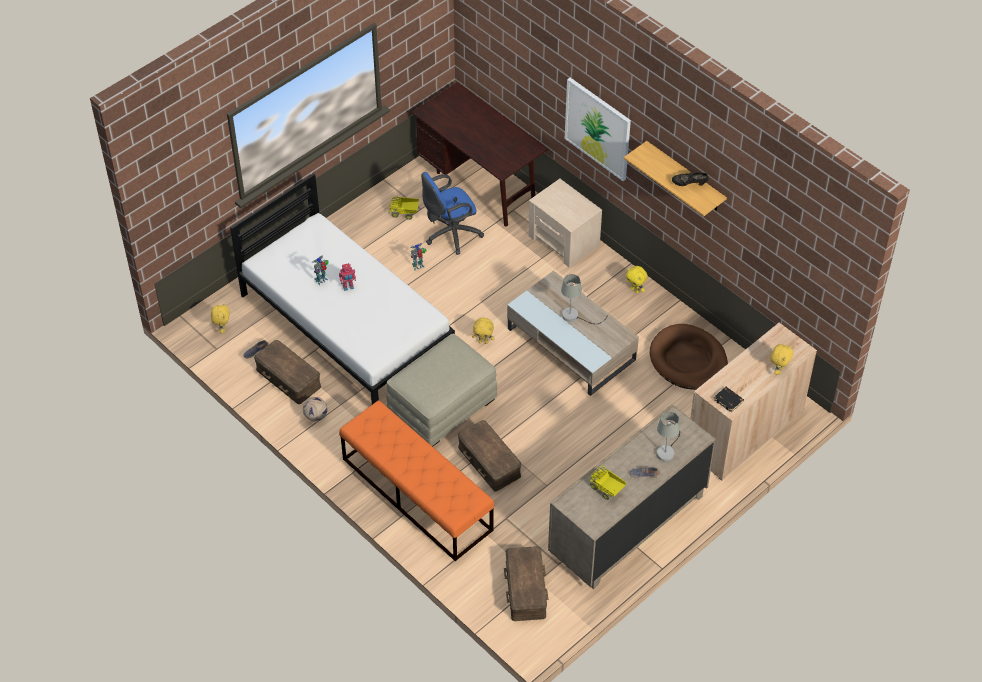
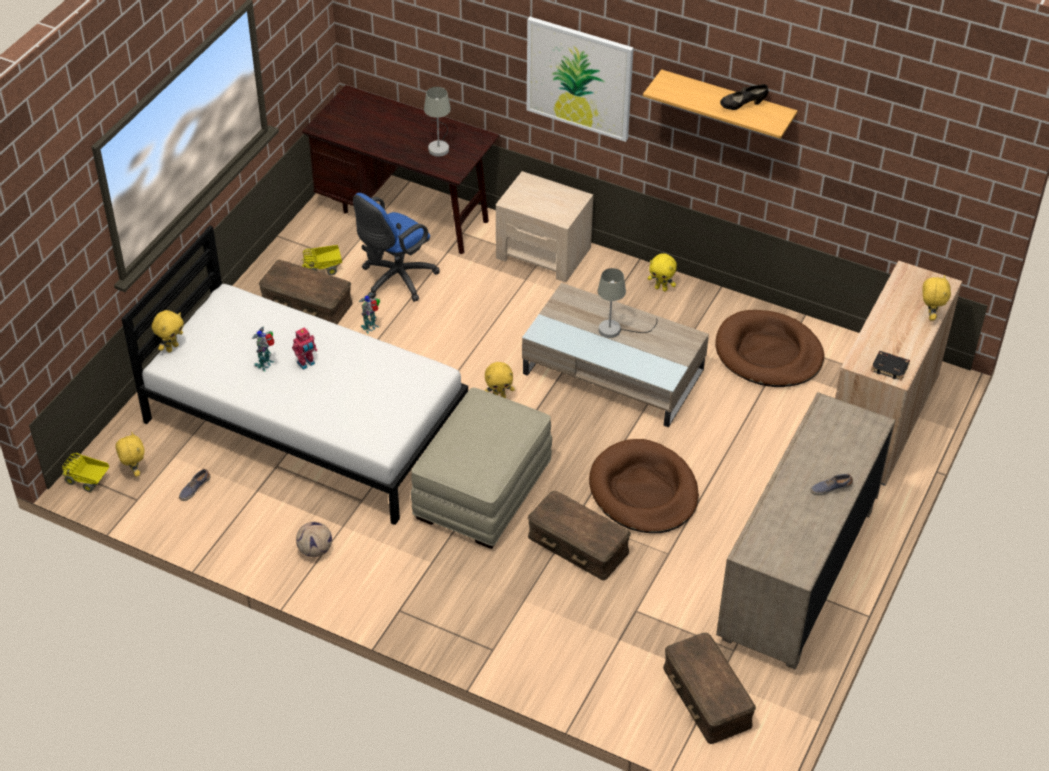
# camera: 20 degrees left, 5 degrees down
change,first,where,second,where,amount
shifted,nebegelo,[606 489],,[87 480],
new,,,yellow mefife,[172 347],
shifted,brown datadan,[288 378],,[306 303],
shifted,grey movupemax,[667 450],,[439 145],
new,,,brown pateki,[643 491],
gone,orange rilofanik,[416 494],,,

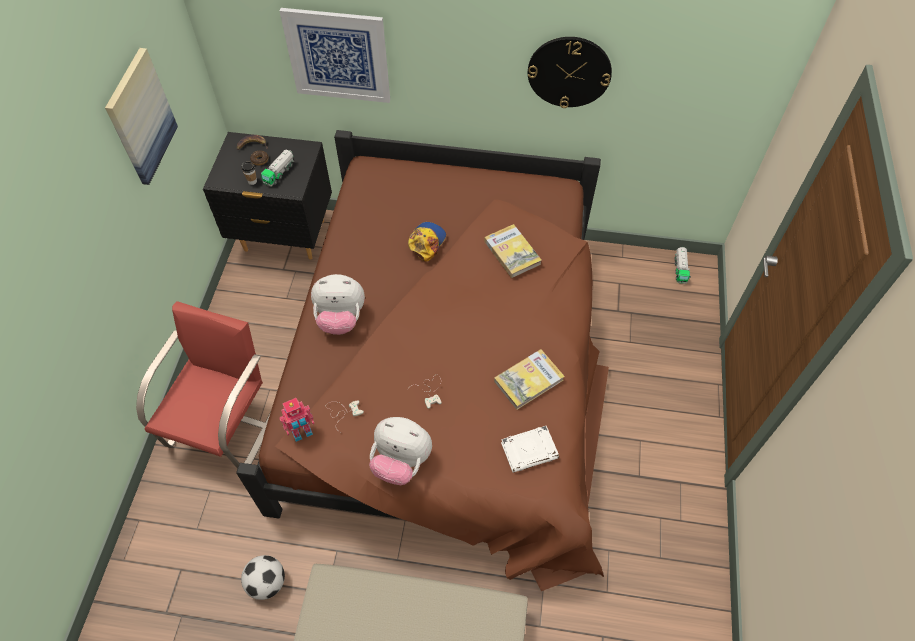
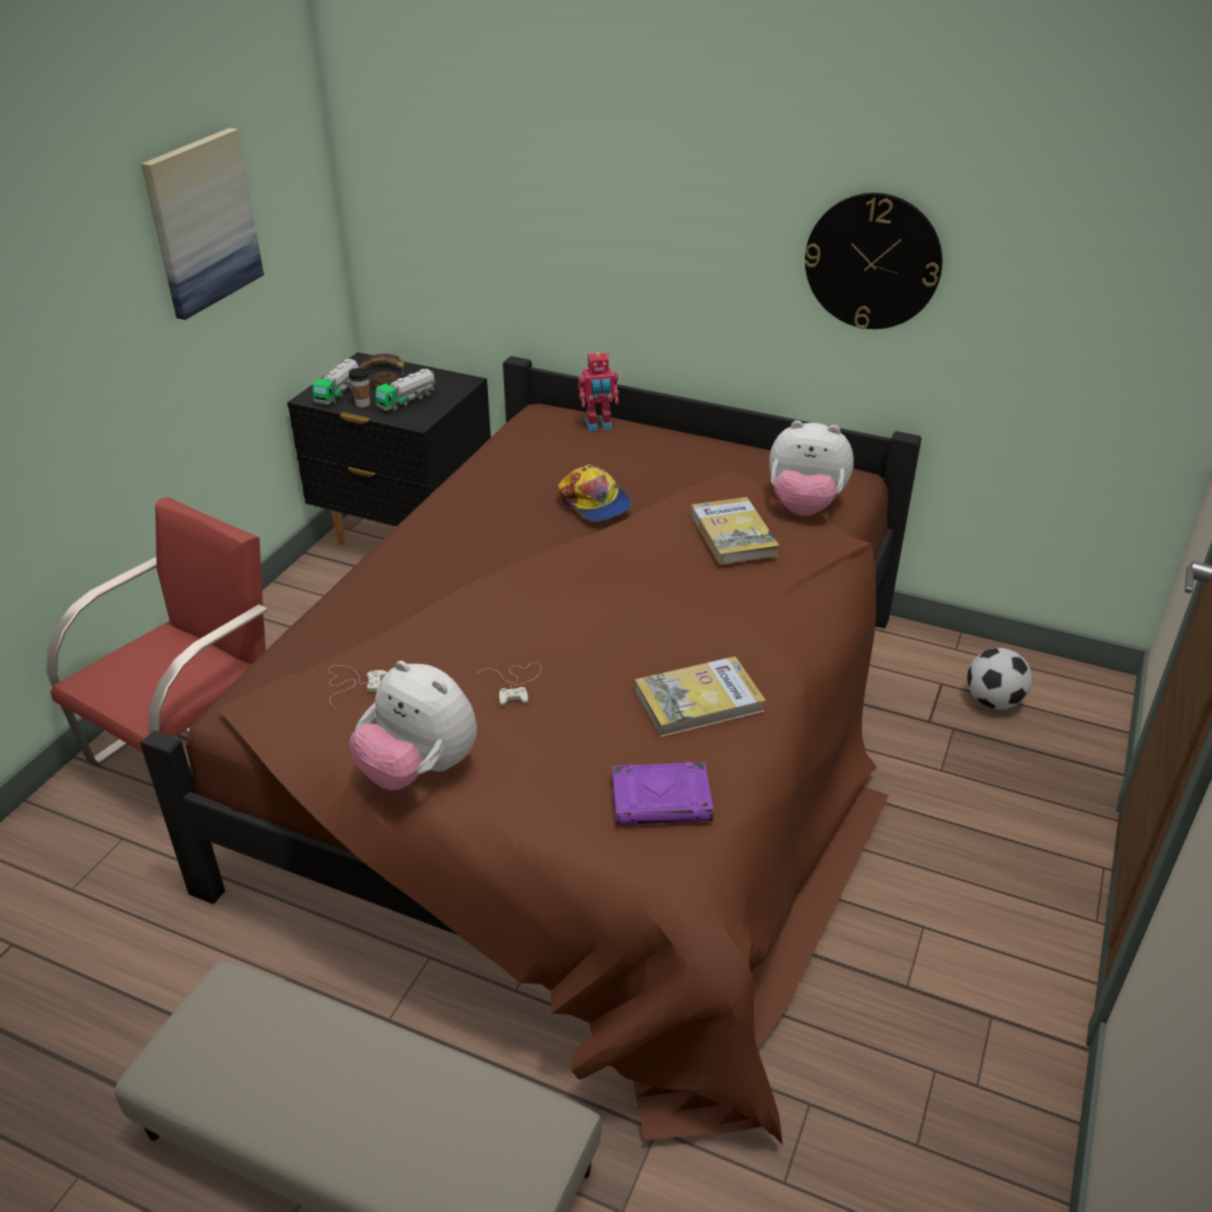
# camera: 15 degrees right, 20 degrees down
change,first,where,second,where,amount
shifted,nebegelo,[680 269],,[338 393],
rotated,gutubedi,[426 242],,[595 502],105 degrees clockwise
shifted,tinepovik,[302 432],,[598 426],
repainted,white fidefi,[529 450],purple fidefi,[662 800],
shifted,mefife,[340 318],,[804 507],
shifted,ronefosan,[267 582],,[993 701],
gone,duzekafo,[338 55],,,

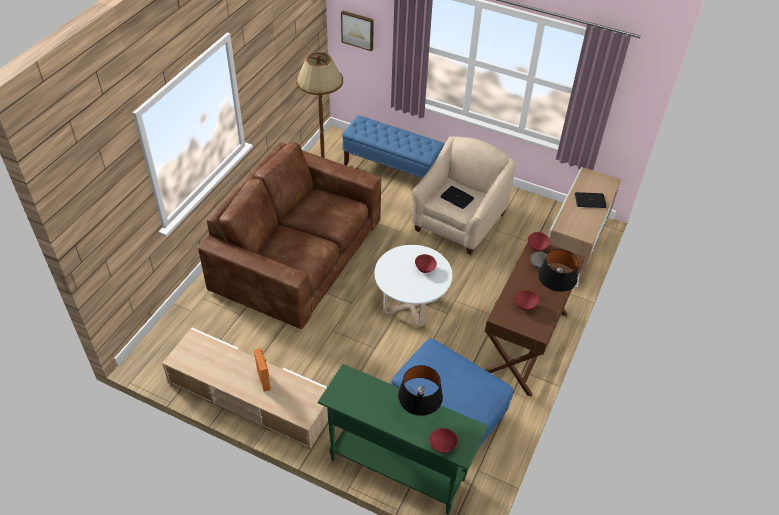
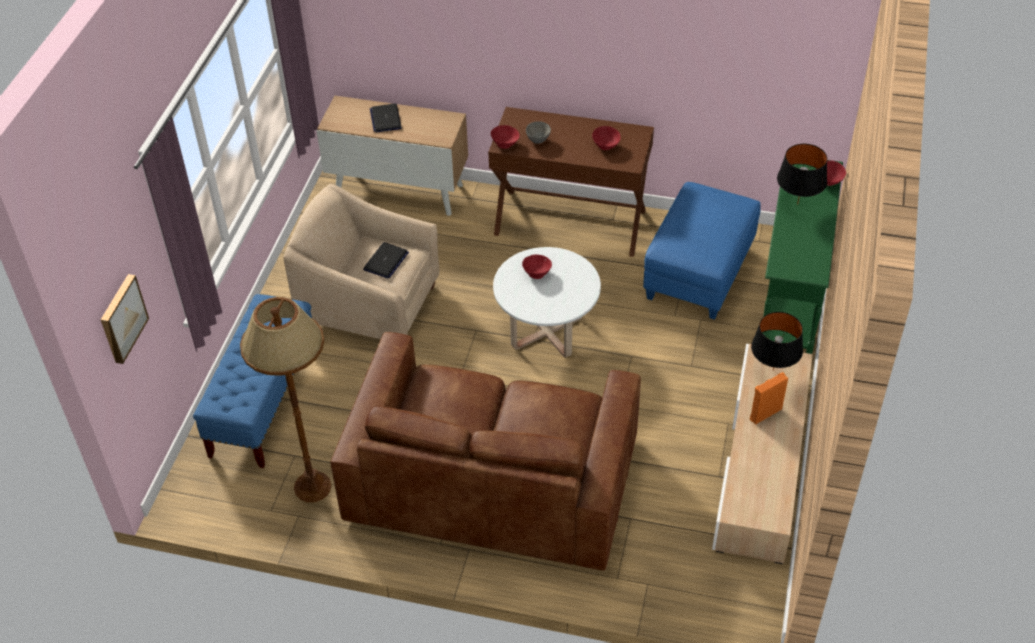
# camera: 100 degrees left, 0 degrees up
change,first,where,second,where,amount
shifted,black movupemax,[553 293],,[773 370],

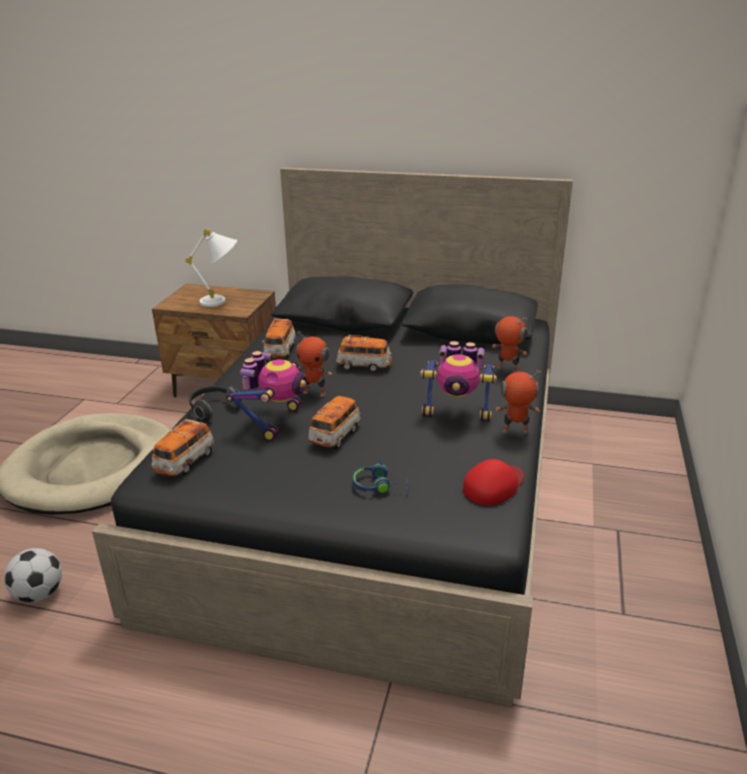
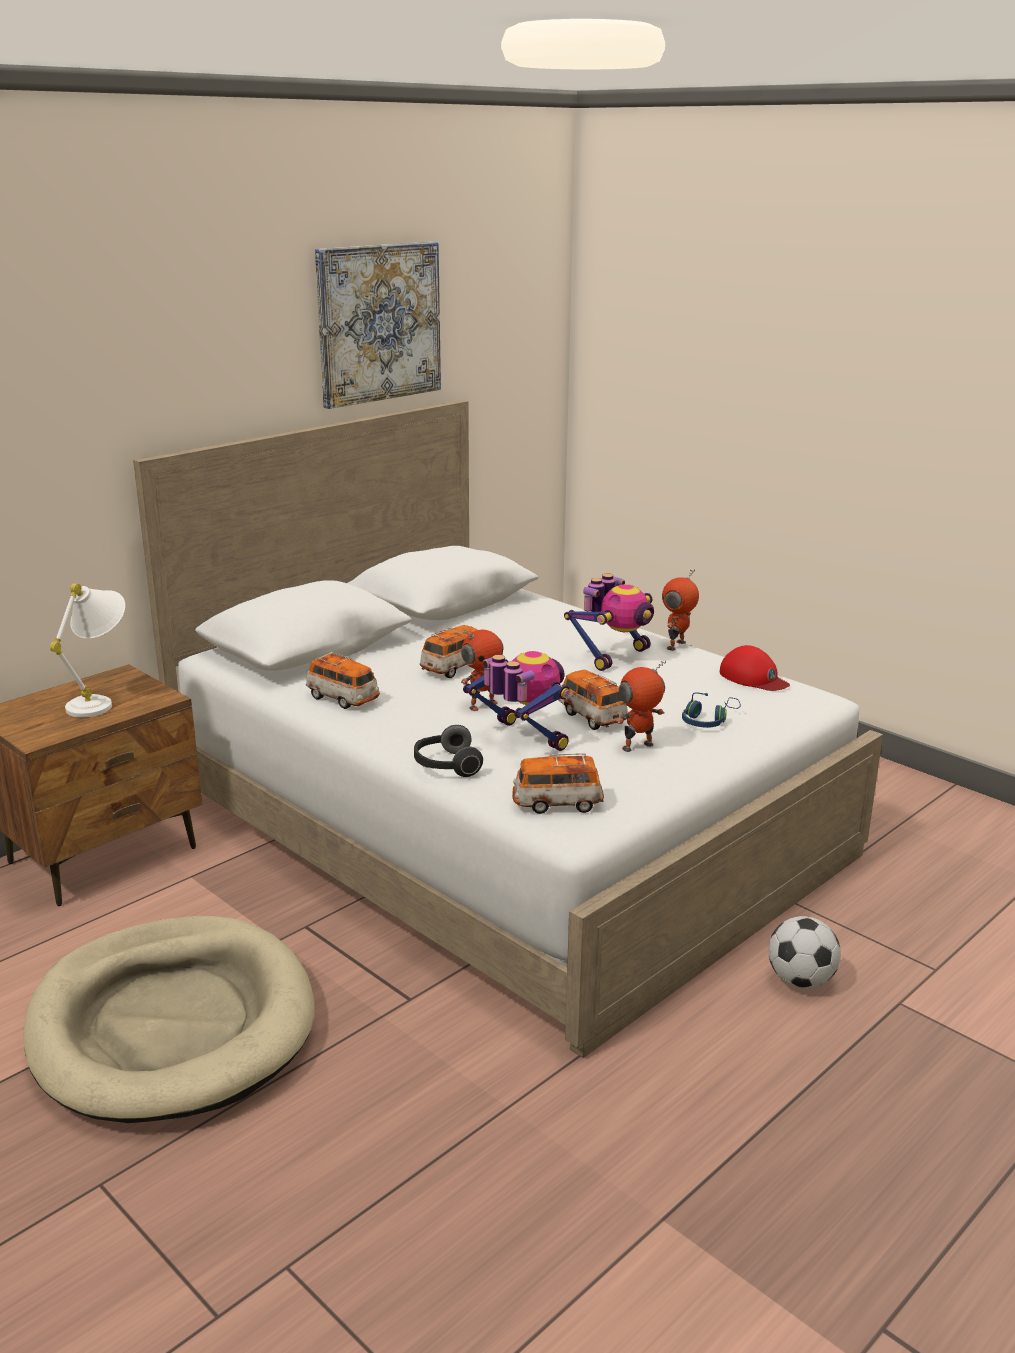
# camera: 60 degrees left, 5 degrees down
change,first,where,second,where,amount
repainted,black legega,[376 493],white legega,[506 822],
new,,,duzekafo,[378 323],
rotated,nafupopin,[185 462],,[557 804],120 degrees clockwise
shifted,tinepovik,[507 370],,[638 747],
rotated,red gutubedi,[494 485],,[753 678],150 degrees clockwise
shifted,ronefosan,[39 594],,[800 980],

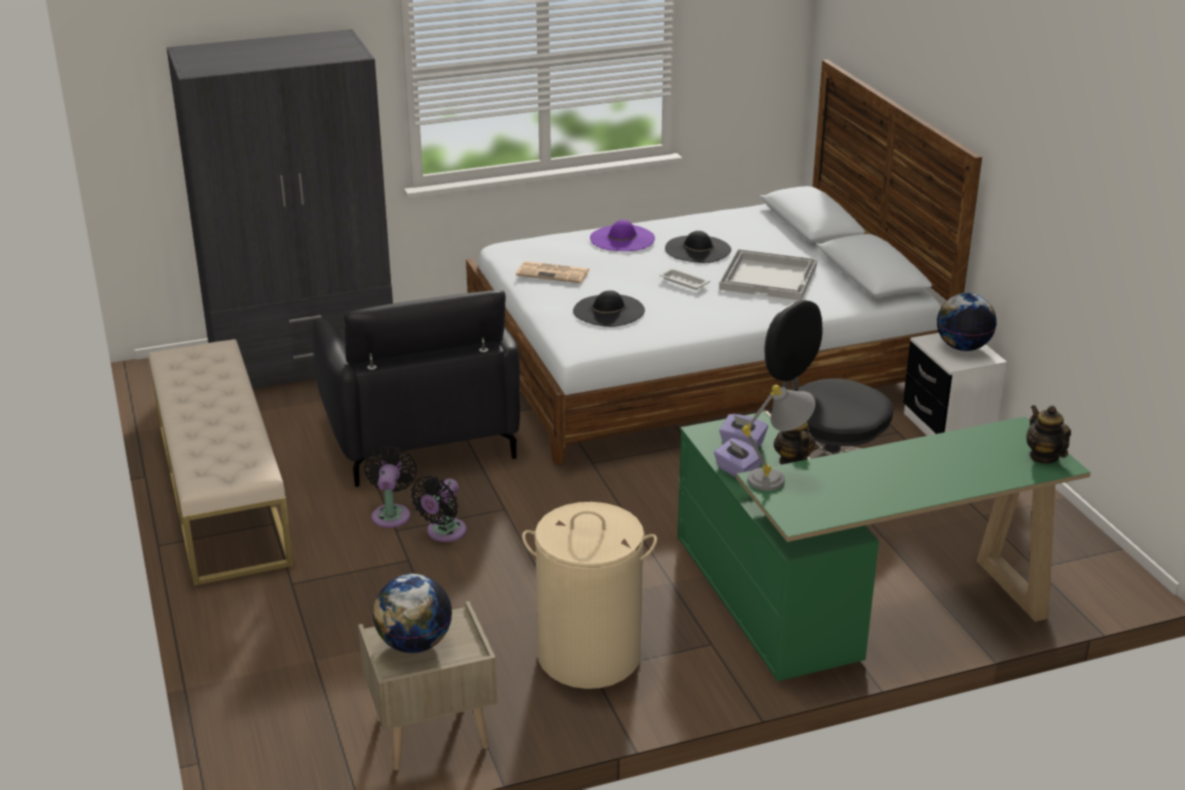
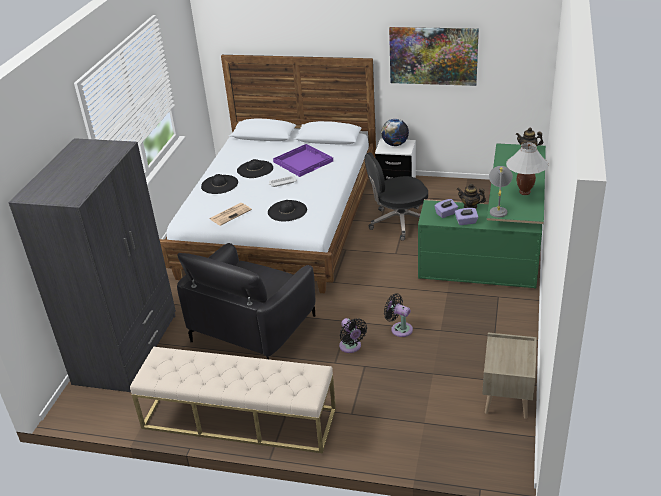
# camera: 55 degrees left, 5 degrees up
change,first,where,second,where,amount
rotated,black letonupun,[419 434],,[253 328],105 degrees clockwise
repainted,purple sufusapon,[622 238],black sufusapon,[219 184],
repainted,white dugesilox,[769 277],purple dugesilox,[303 161],
shifted,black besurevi,[391 514],,[399 329],
new,,,duzekafo,[433 55],
new,,,white movupemax,[525 192],
gone,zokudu,[414 644],,,
gone,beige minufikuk,[589 655],,,

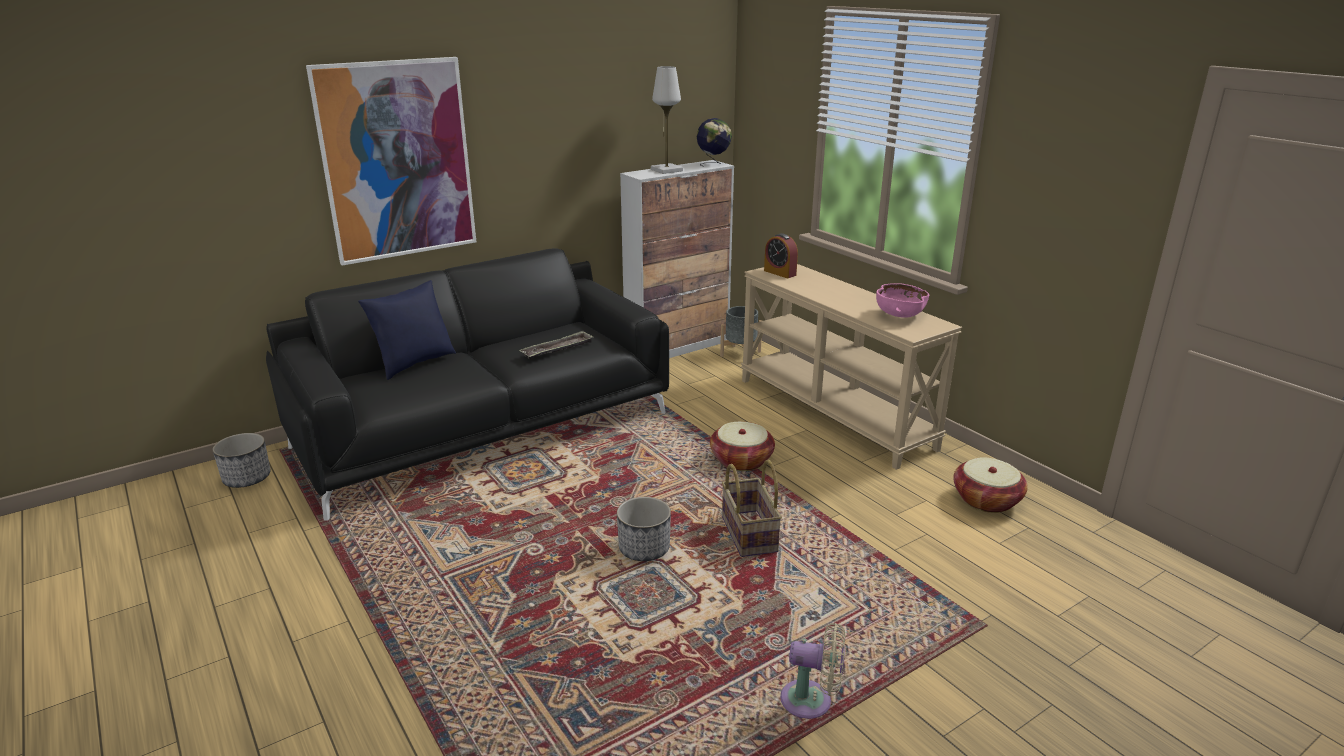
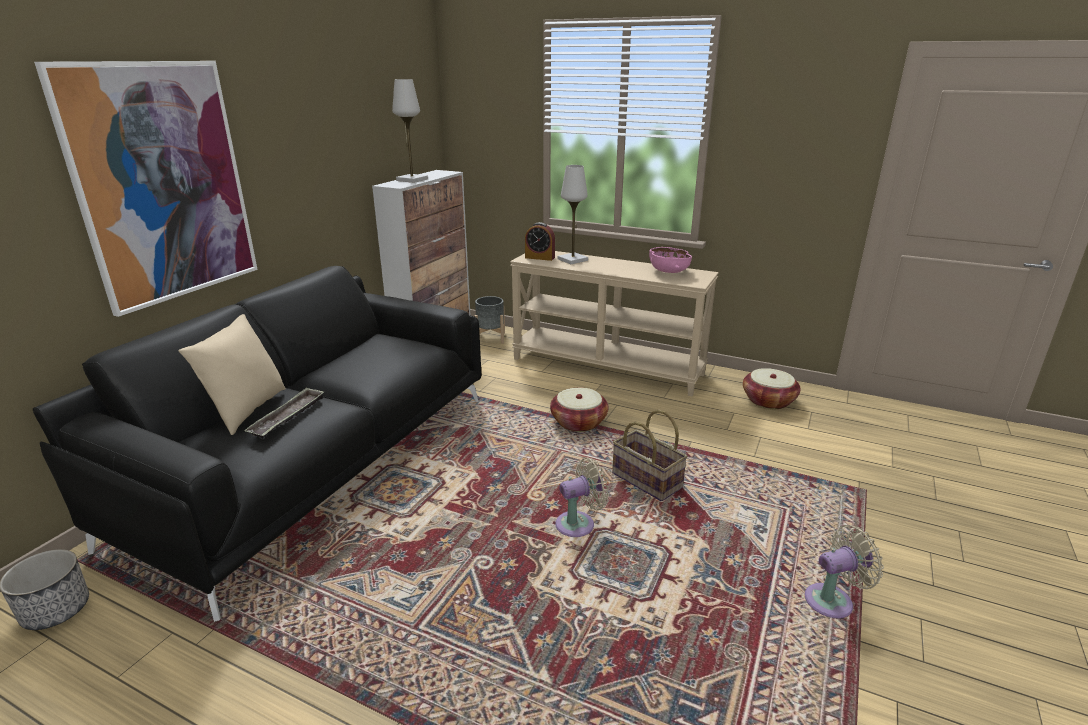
# camera: 30 degrees left, 0 degrees up
change,first,where,second,where,amount
repainted,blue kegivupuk,[414 363],beige kegivupuk,[246 410],
shifted,dugesilox,[557 349],,[288 417],
swapped,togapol,[644 549],beige besurevi,[579 524],
new,,,white movupemax,[572 260],
gone,zokudu,[713 164],,,

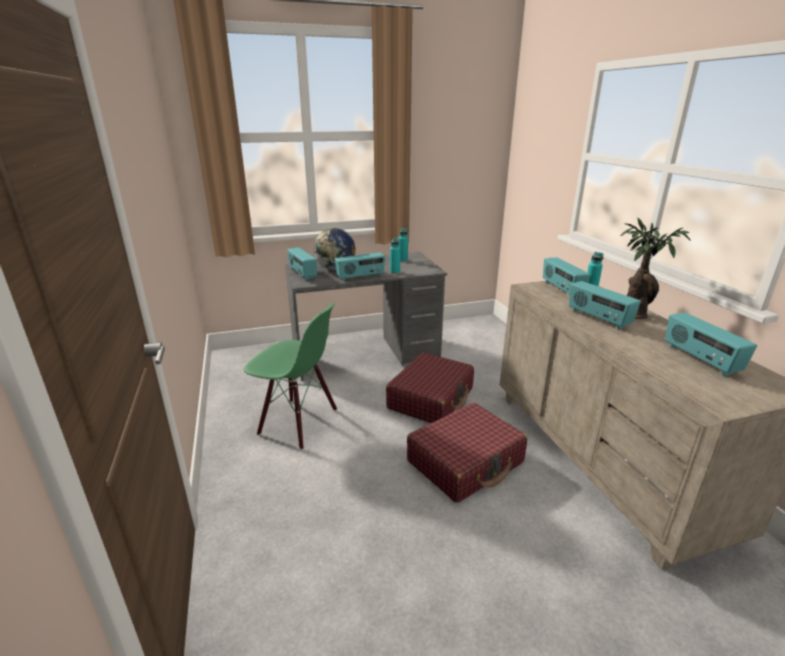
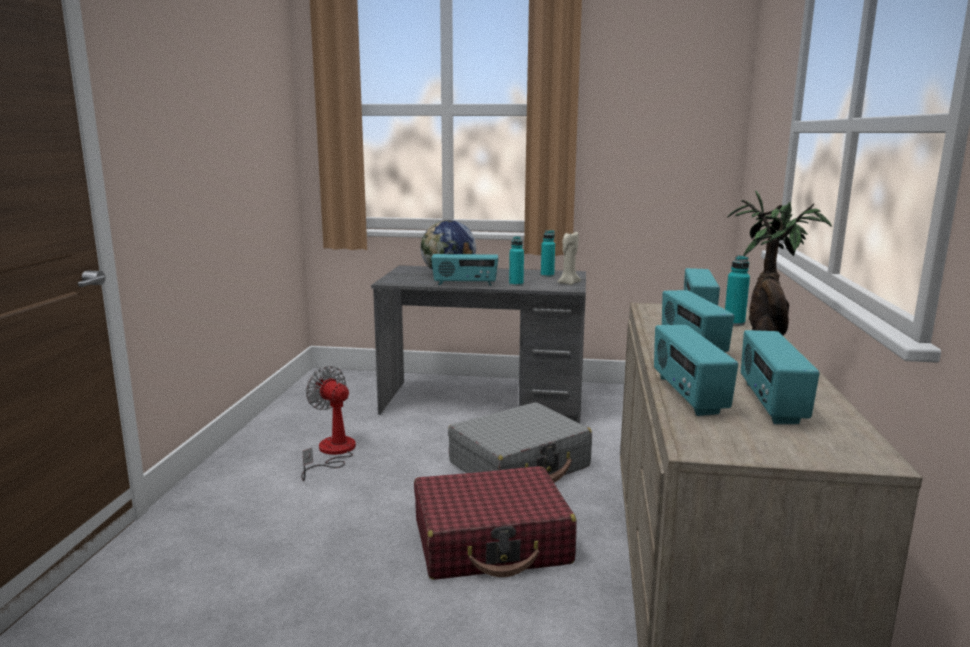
# camera: 25 degrees right, 10 degrees down
change,first,where,second,where,amount
swapped,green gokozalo,[298 422],besurevi,[332 453],
repainted,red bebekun,[431 398],grey bebekun,[520 465],
new,,,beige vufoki,[568 283],
shifted,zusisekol,[302 274],,[687 395],

